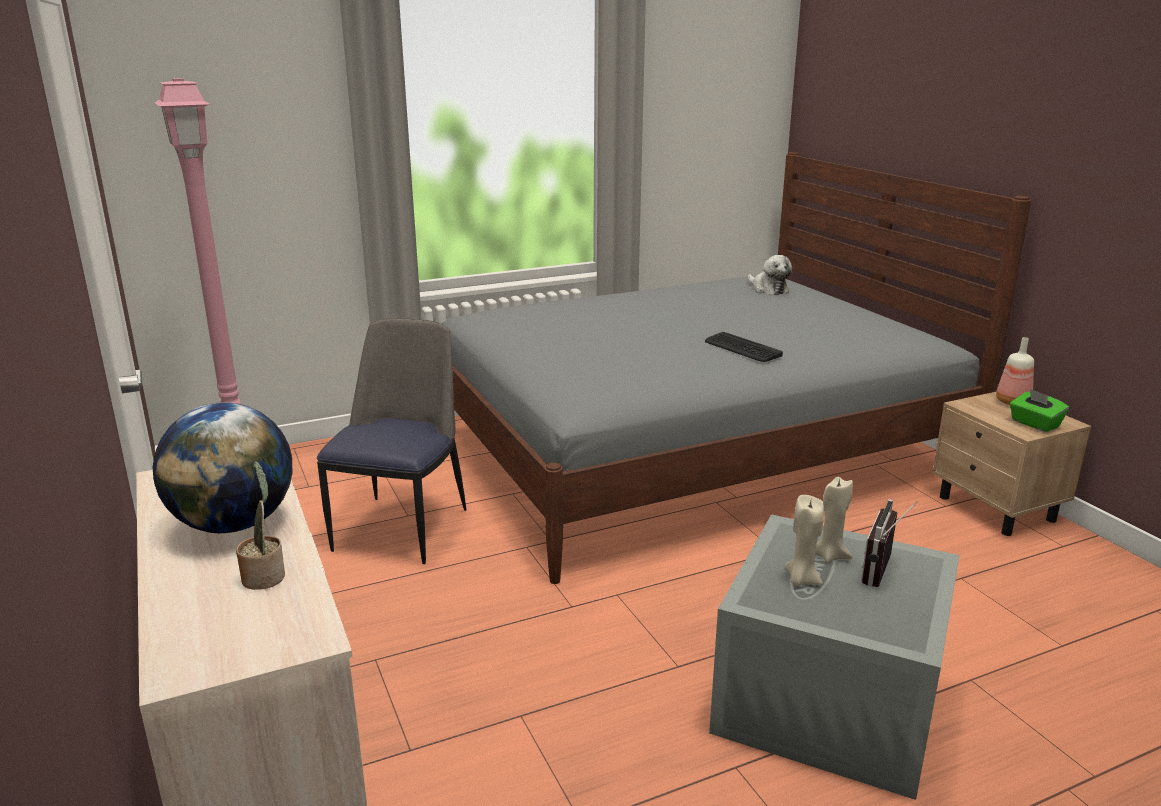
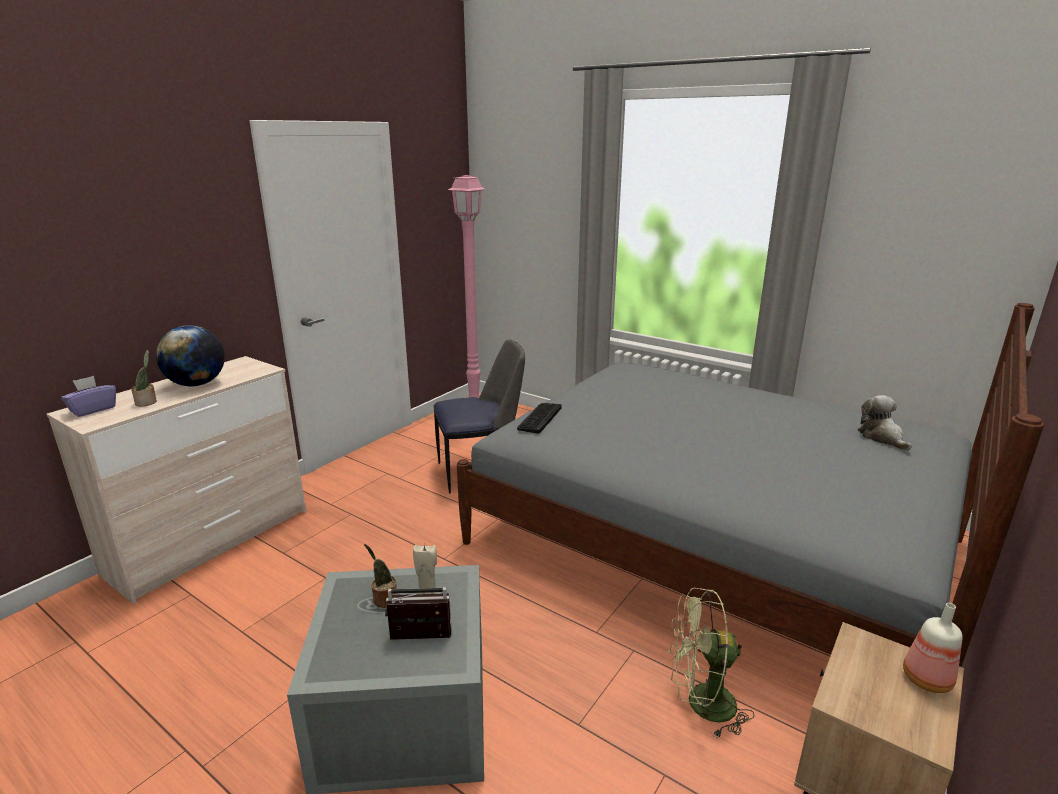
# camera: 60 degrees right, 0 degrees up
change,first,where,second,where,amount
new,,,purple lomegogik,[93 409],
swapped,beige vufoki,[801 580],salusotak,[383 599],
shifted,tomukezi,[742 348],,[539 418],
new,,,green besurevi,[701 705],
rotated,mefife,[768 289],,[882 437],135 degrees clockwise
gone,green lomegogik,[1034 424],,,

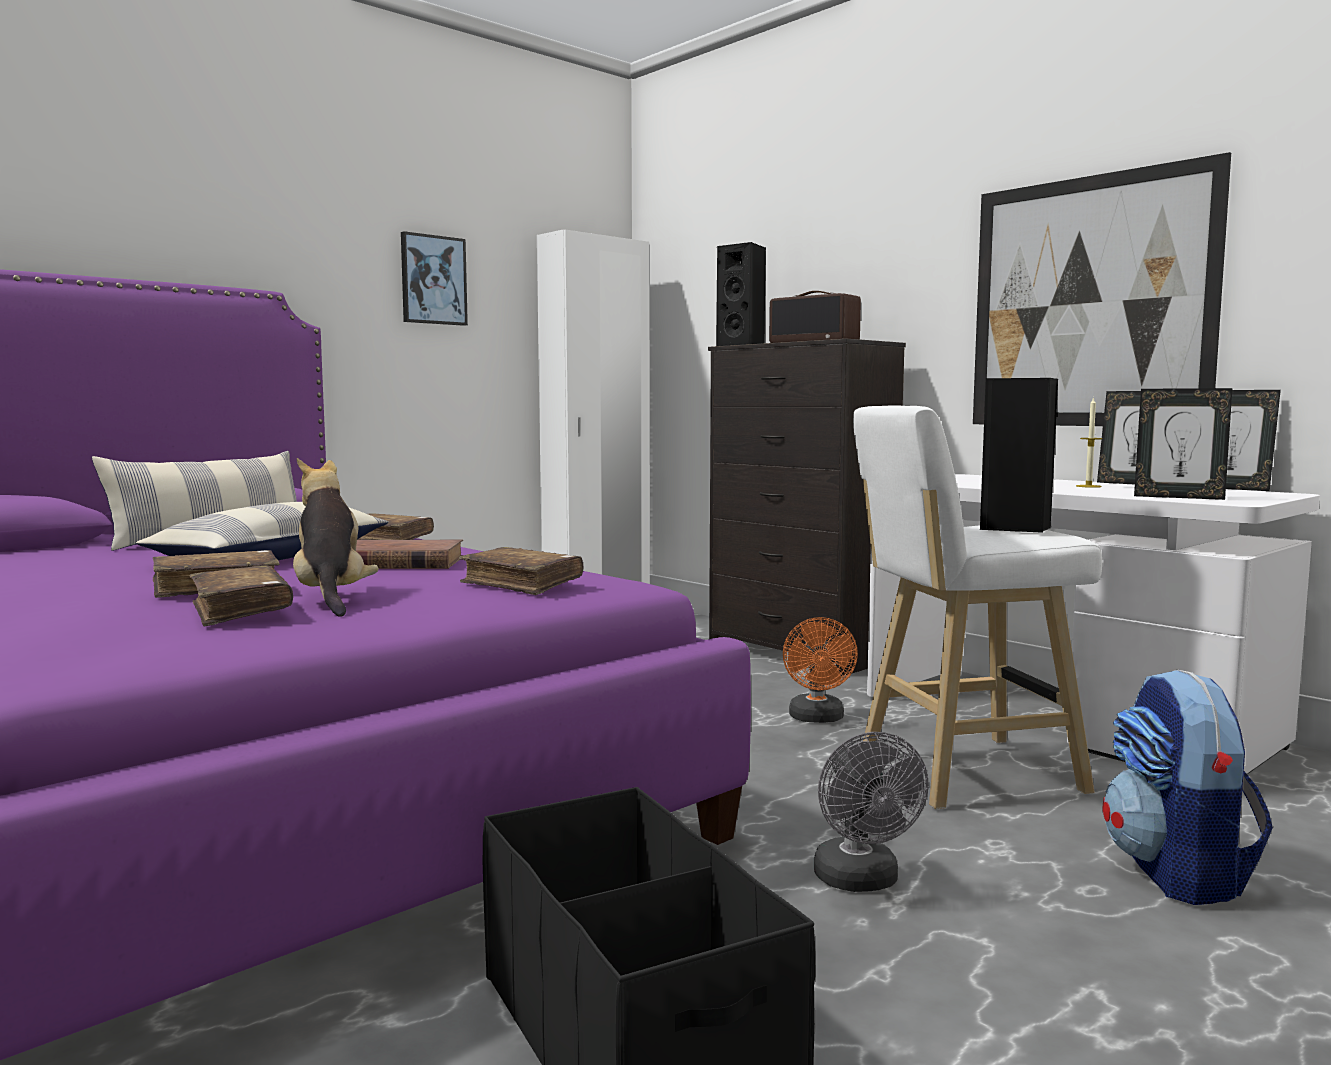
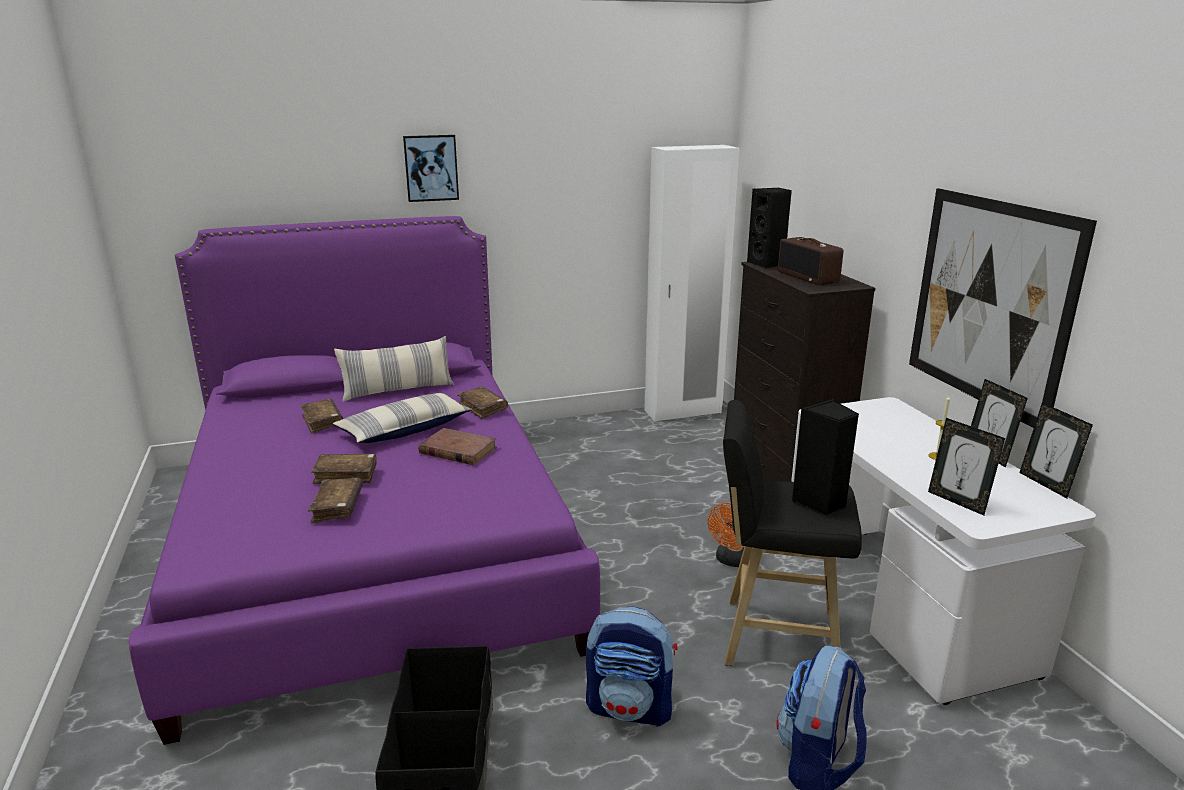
# camera: 25 degrees right, 15 degrees up
change,first,where,second,where,amount
shifted,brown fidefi,[521 584],,[322 422],
shifted,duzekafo,[433 280],,[431 168],
swapped,grey besurevi,[861 882],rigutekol,[630 708],
repainted,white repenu,[960 773],black repenu,[774 637],
gone,mefife,[331 598],,,

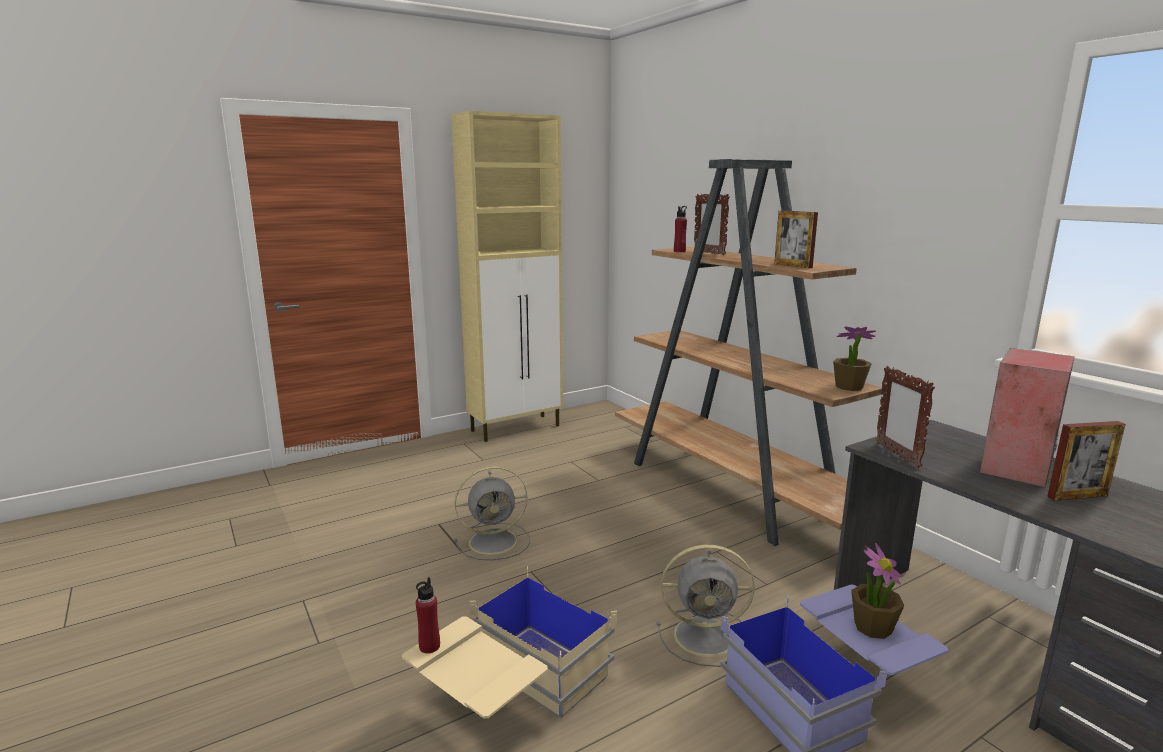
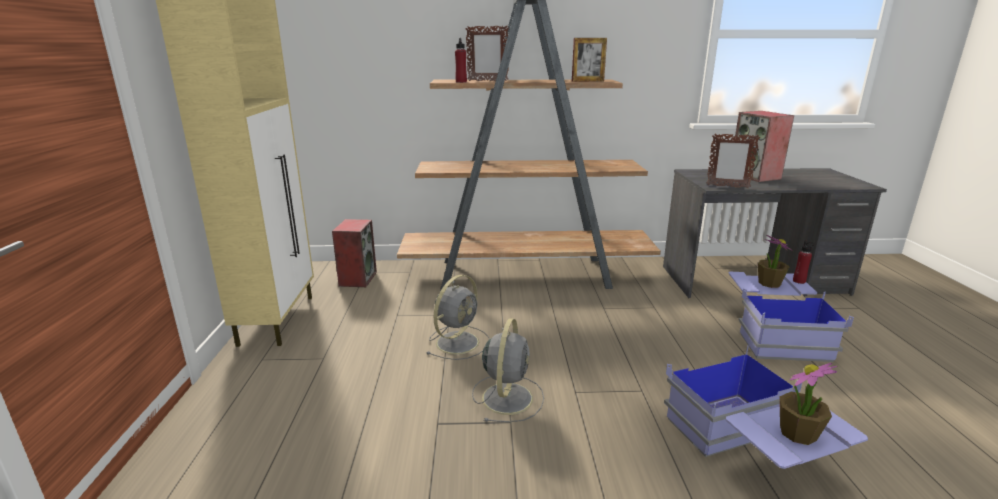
# camera: 60 degrees left, 5 degrees up
change,first,where,second,where,amount
new,,,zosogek,[357 278],
shifted,grey besurevi,[707 636],,[458 342],
repainted,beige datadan,[512 695],blue datadan,[749 450],
shifted,salusotak,[849 387],,[798 433],
shifted,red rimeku,[429 646],,[799 281],
gone,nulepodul,[1077 496],,,

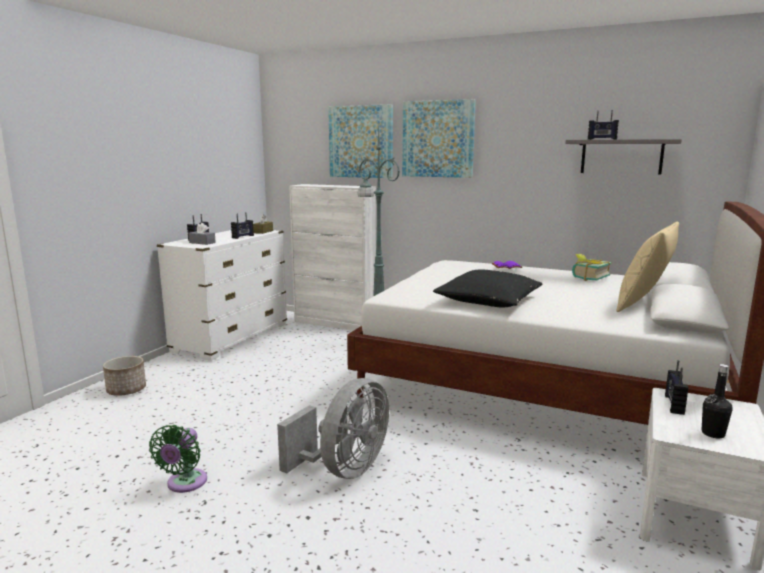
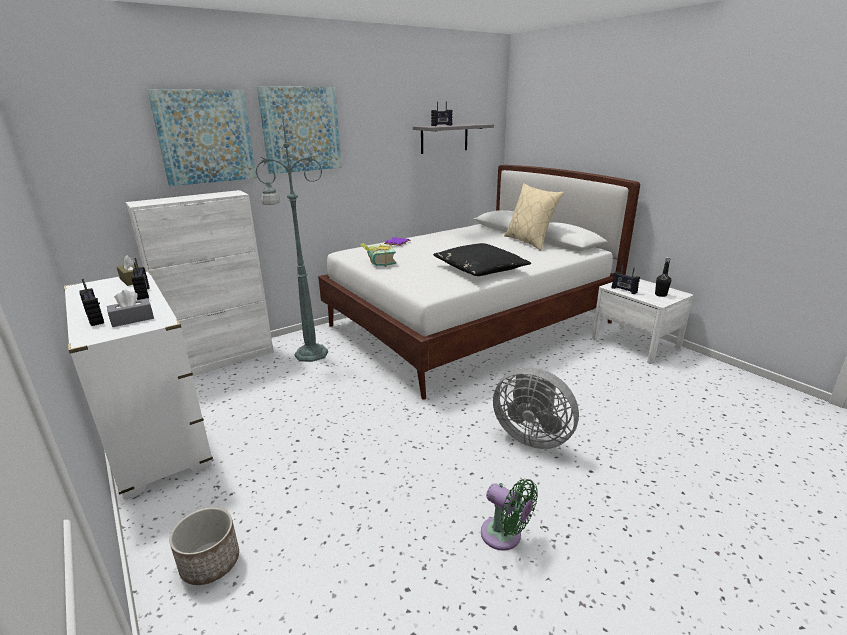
# camera: 60 degrees left, 10 degrees up
change,first,where,second,where,amount
shifted,fidefi,[587 277],,[378 263],
rotated,grey besurevi,[344 469],,[531 436],150 degrees clockwise

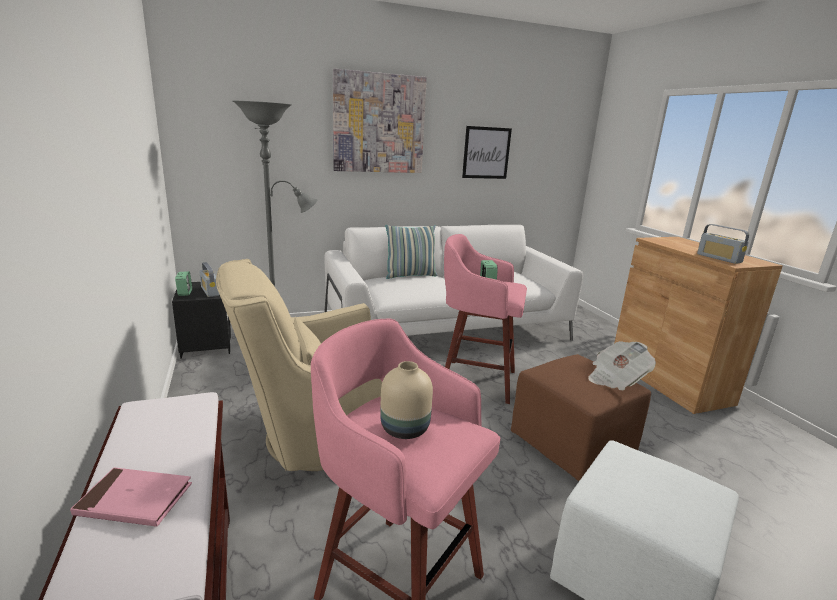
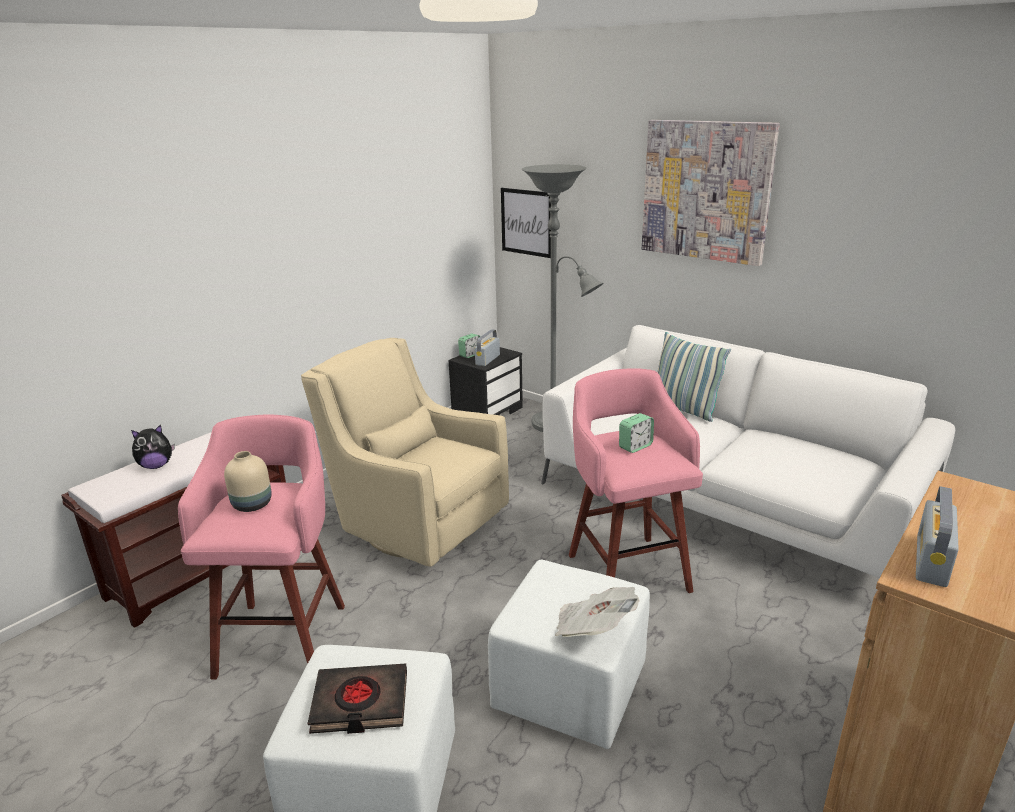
# camera: 60 degrees right, 5 degrees up
change,first,where,second,where,amount
swapped,pink fidefi,[135 500],mefife,[156 466],
new,,,black fidefi,[360 703],
repainted,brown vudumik,[573 446],white vudumik,[570 690],
shifted,duzekafo,[486 153],,[527 222],

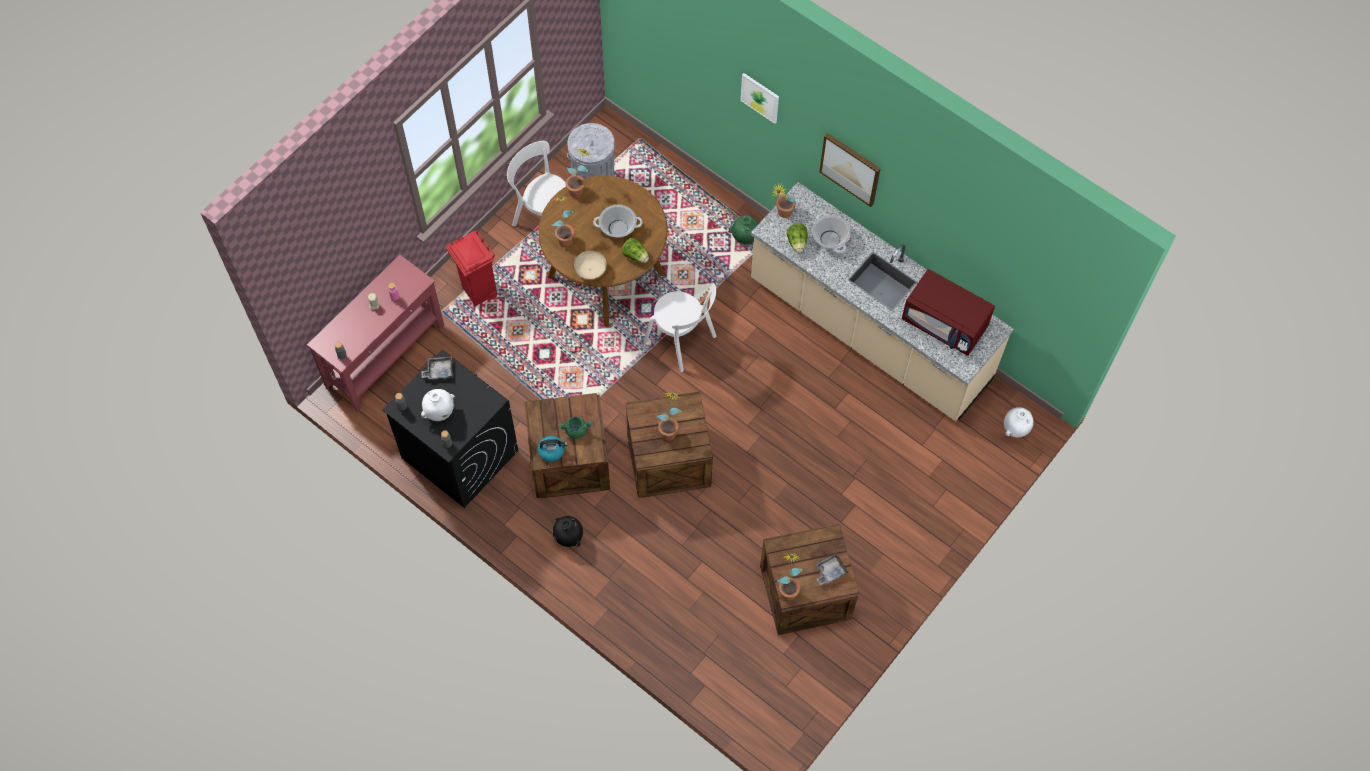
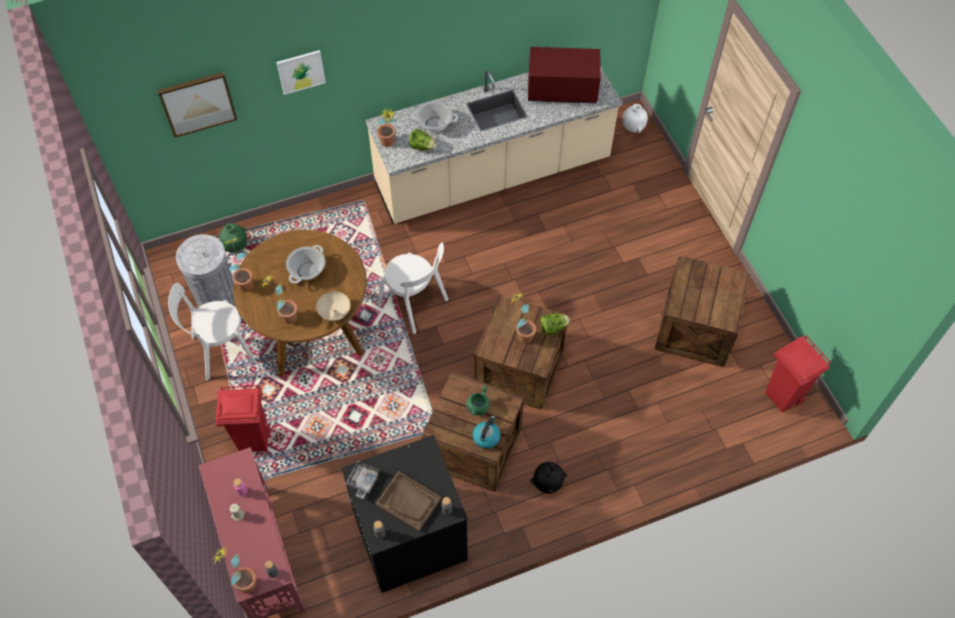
# camera: 60 degrees left, 5 degrees down
change,first,where,second,where,amount
shifted,duzekafo,[850 168],,[198 103],
shifted,salusotak,[788 588],,[243 581],
shifted,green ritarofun,[745 237],,[236 246],
swapped,white ritarofun,[439 412],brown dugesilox,[409 502],
rotated,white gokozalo,[682 341],,[415 304],60 degrees clockwise
rotated,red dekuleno,[945 323],,[561 90],150 degrees counterclockwise
shifted,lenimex,[635 256],,[553 328],
new,,,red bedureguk,[783 397],
gone,grey dugesilox,[830 571],,,

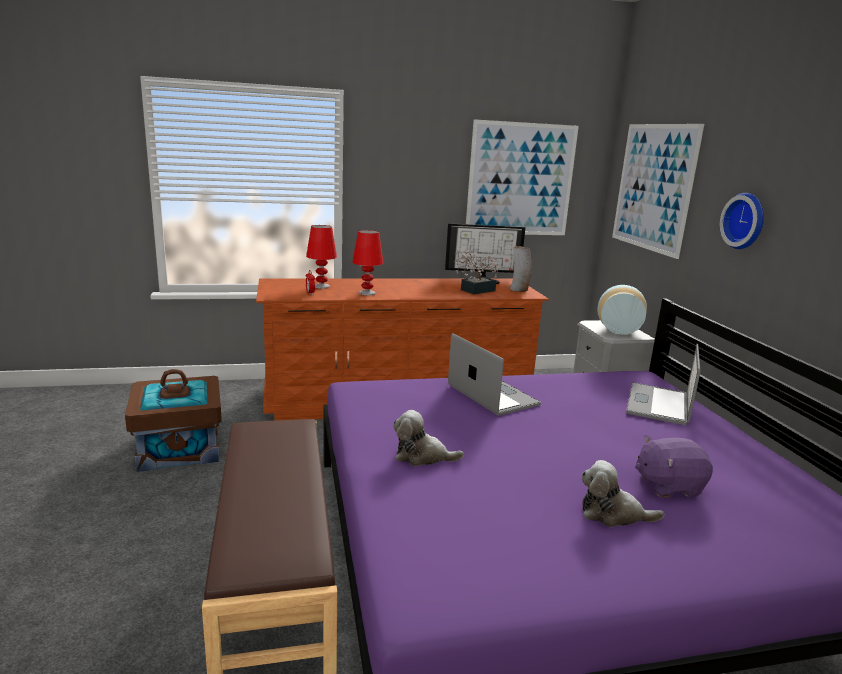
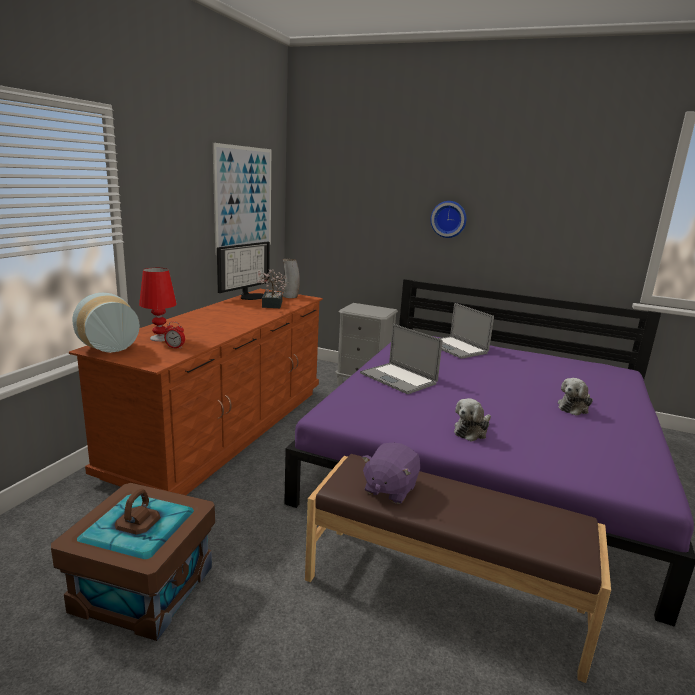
# camera: 55 degrees left, 0 degrees up
change,first,where,second,where,amount
shifted,ritarofun,[618 330],,[107 347],
rotated,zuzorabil,[492 395],,[398 378],135 degrees counterclockwise
shifted,purple mefife,[668 485],,[389 489],
gone,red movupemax,[367 293],,,
gone,duzekafo,[653 187],,,

